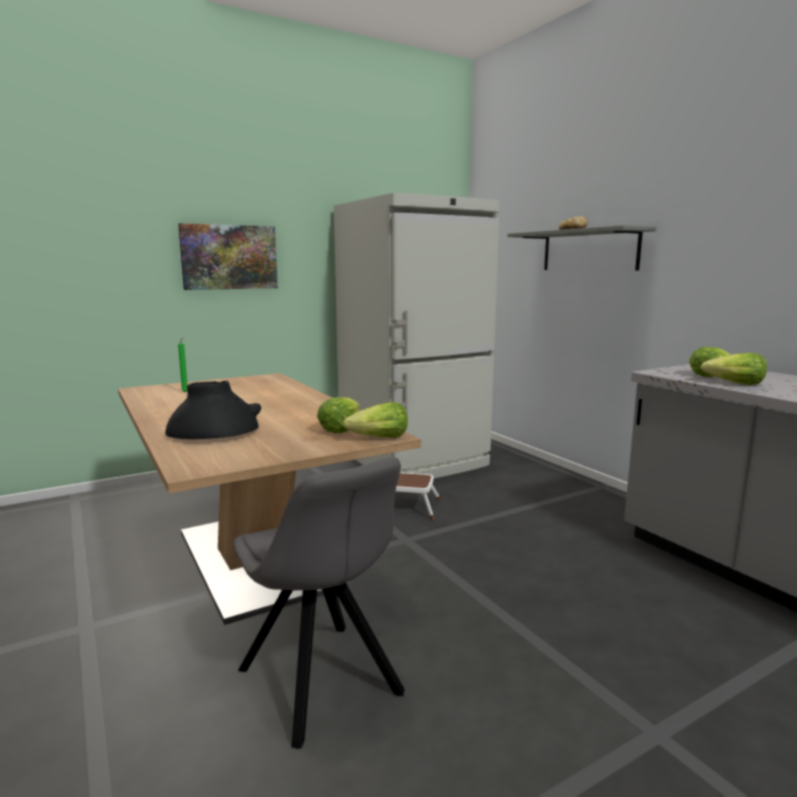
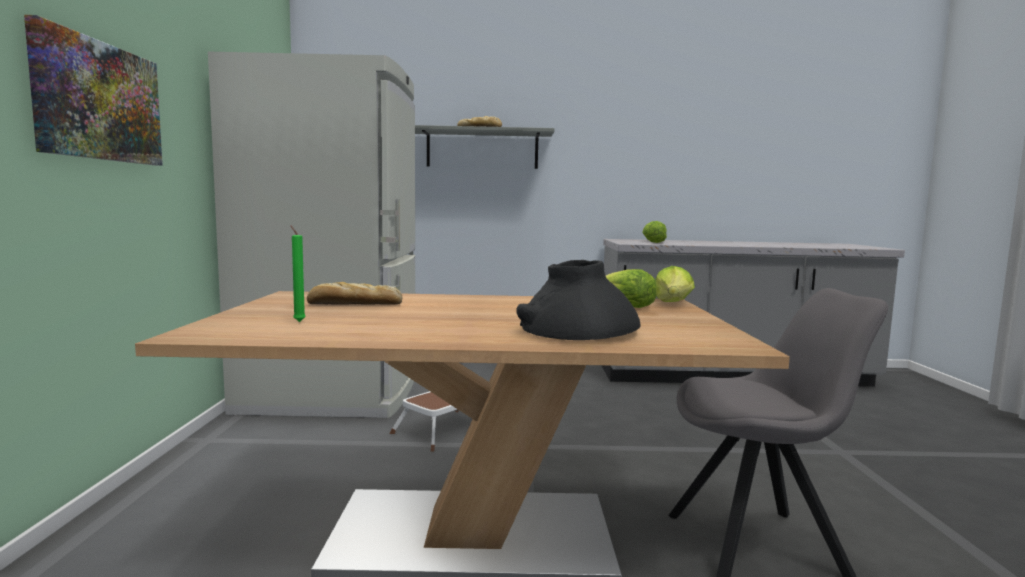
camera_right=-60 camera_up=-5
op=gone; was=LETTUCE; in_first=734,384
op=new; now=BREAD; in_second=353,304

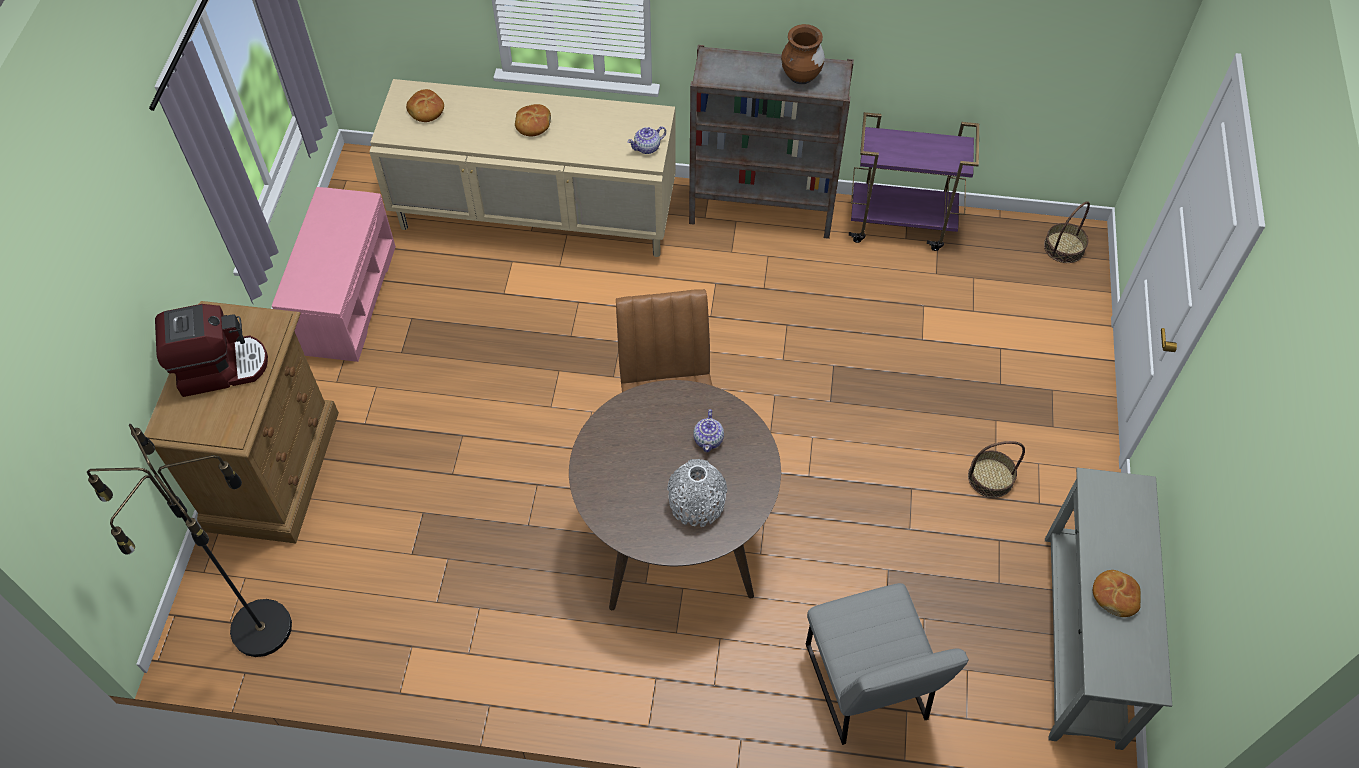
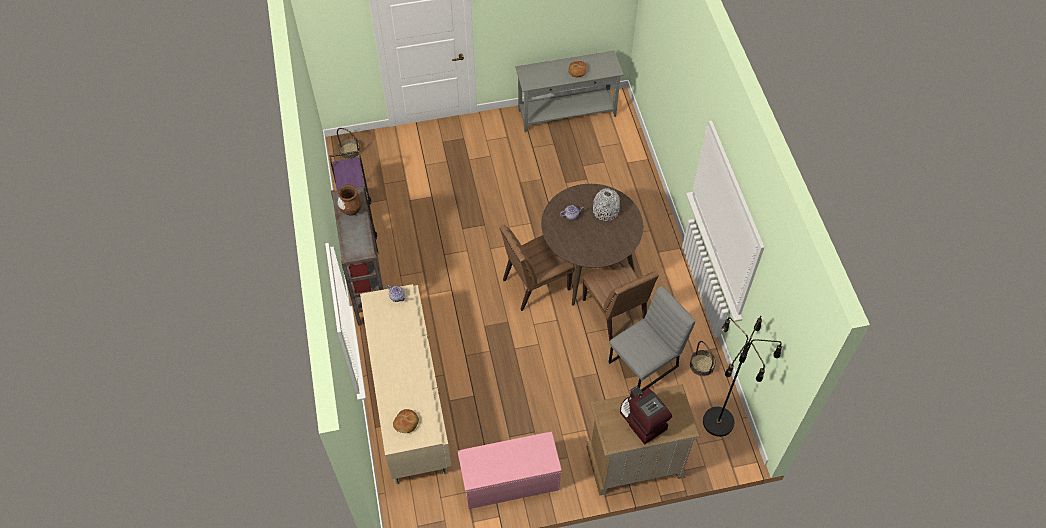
camera_right=-110 camera_up=0
op=gone; was=BREAD; in_first=533,124
op=shifted; was=BASKET; in_first=990,478; in_second=702,365
op=shifted; was=GREY CHAIR; in_first=866,685; in_second=645,363
op=new; now=BROWN CHAIR; in_second=614,312

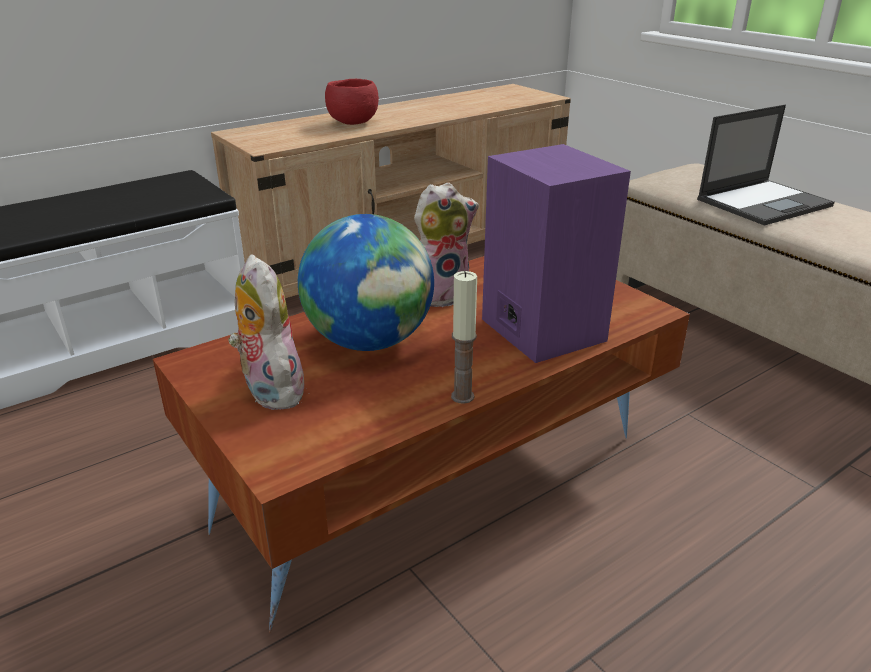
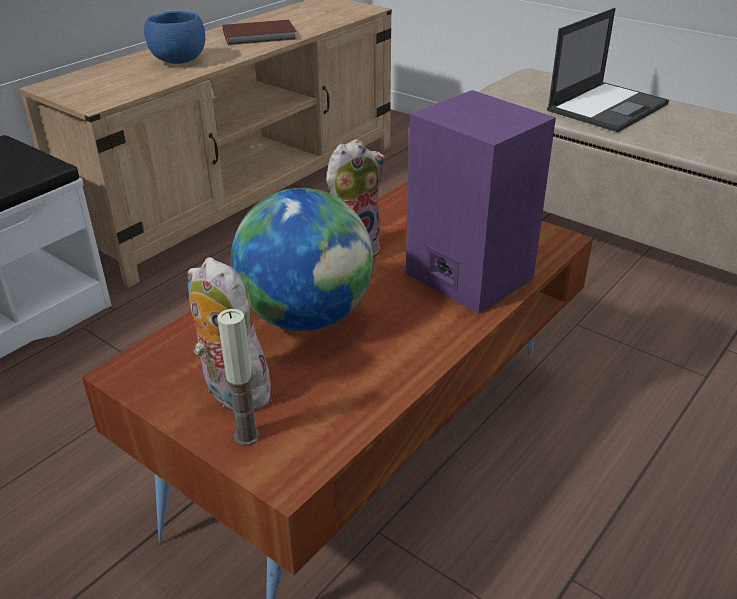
camera_right=-15 camera_up=5
op=repainted; was=RED BOWL; now=BLUE BOWL; in_first=353,123; in_second=179,61
op=shifted; was=CANDLE; in_first=462,396; in_second=246,436
op=new; now=BROWN BOOK; in_second=260,36

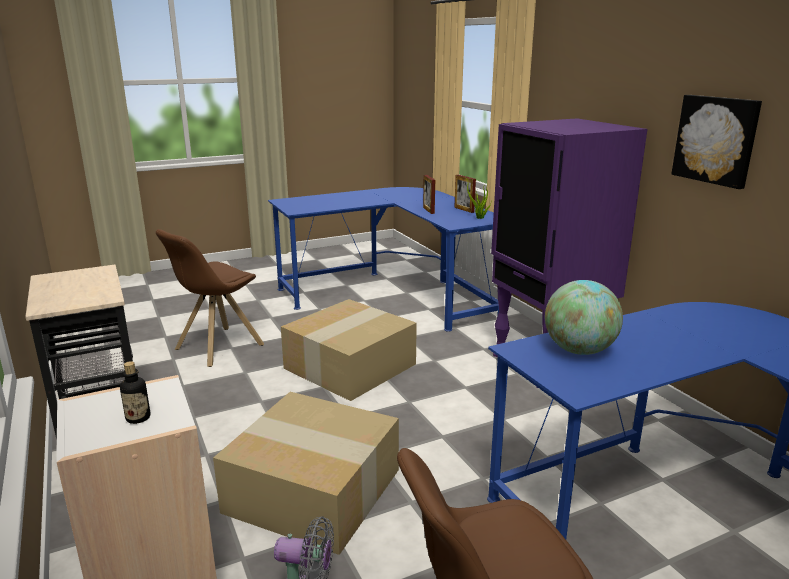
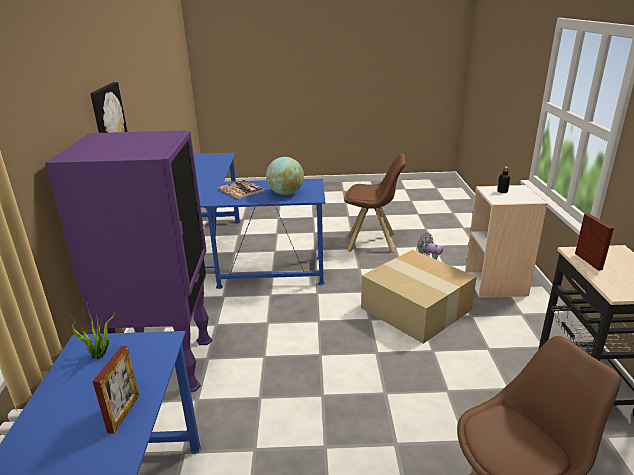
camera_right=-155 camera_up=5
op=shifted; was=PICTURE FRAME; in_first=464,210; in_second=588,261
op=gone; was=CARDBOARD BOX; in_first=350,365
op=new; now=BOOK; in_second=241,190

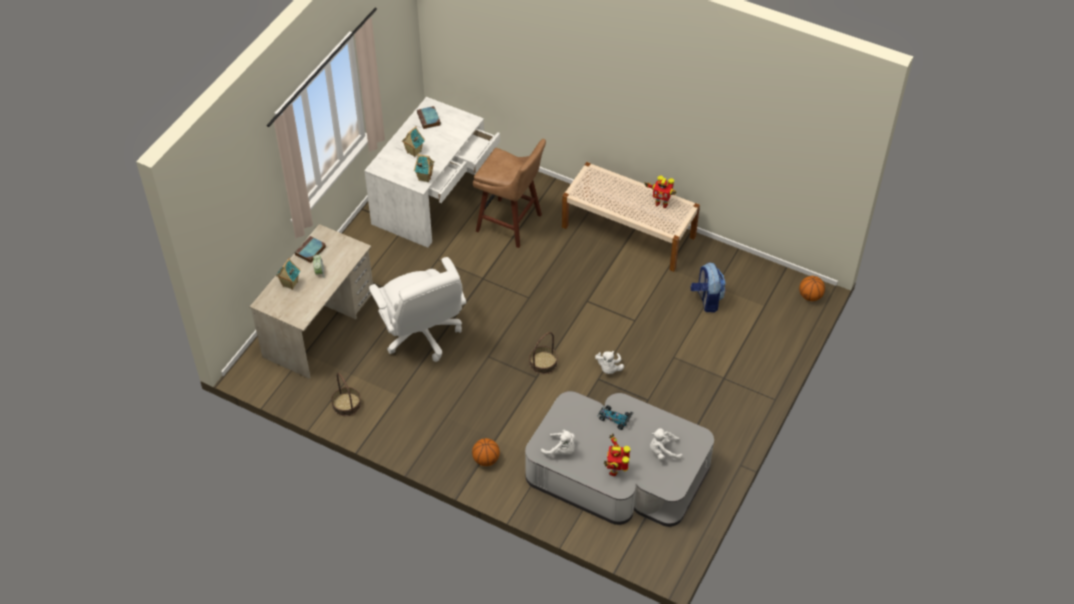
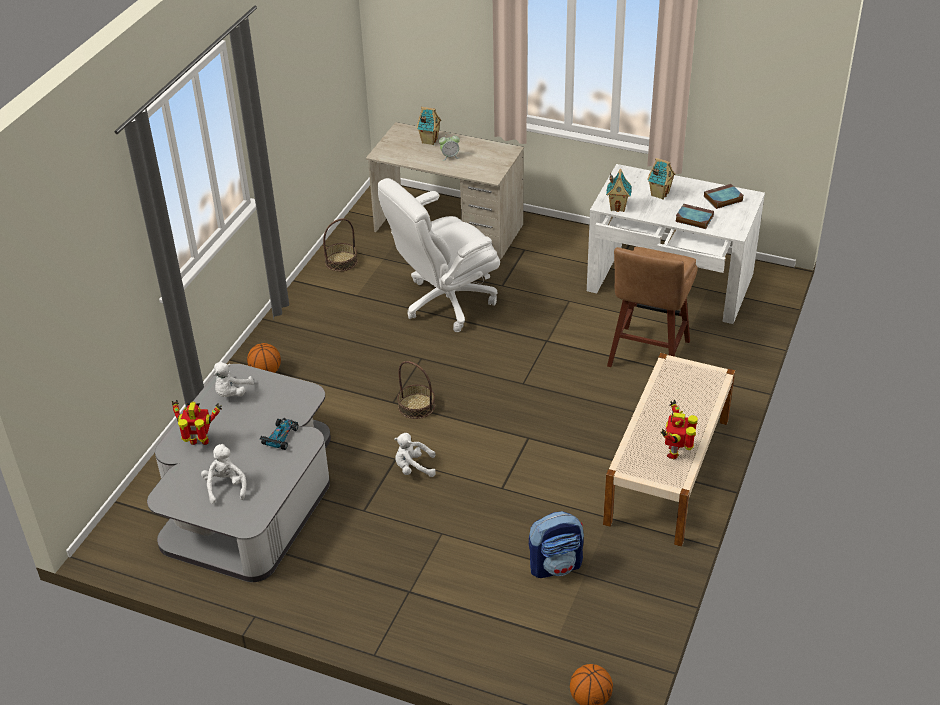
camera_right=85 camera_up=-10
op=shifted; was=BOOK; in_first=310,251; in_second=693,219

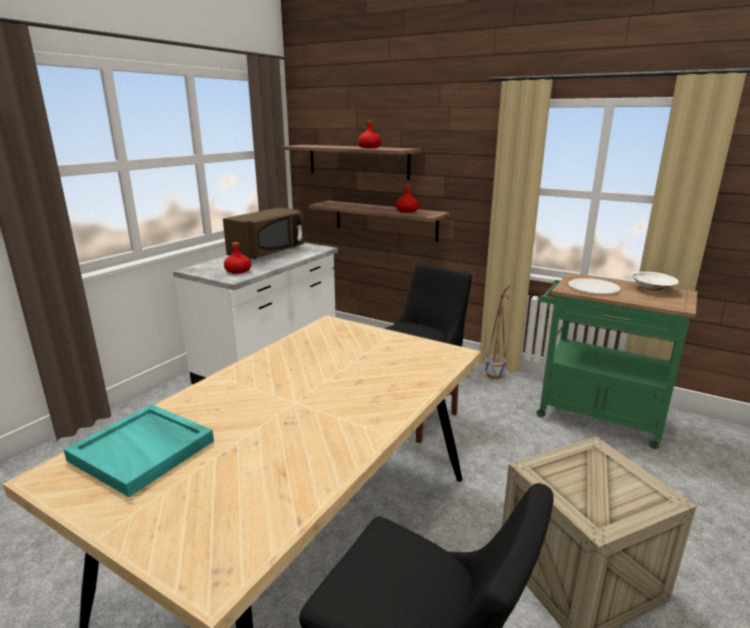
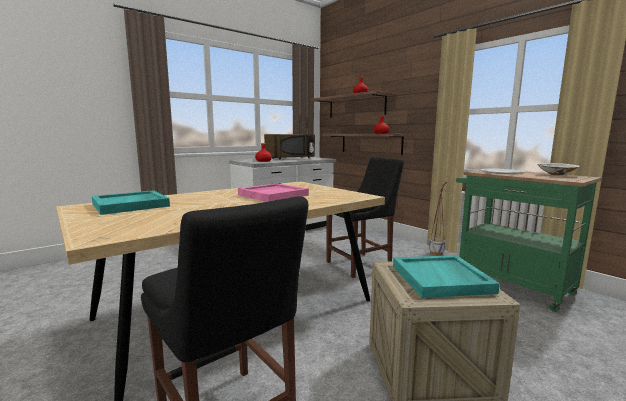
camera_right=20 camera_up=-10
op=new; now=PINK TRAY; in_second=273,195
op=new; now=TURQUOISE TRAY; in_second=441,279

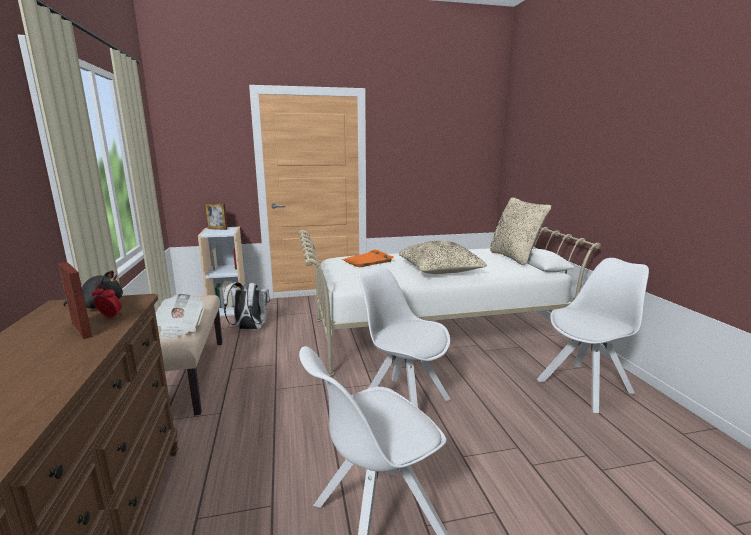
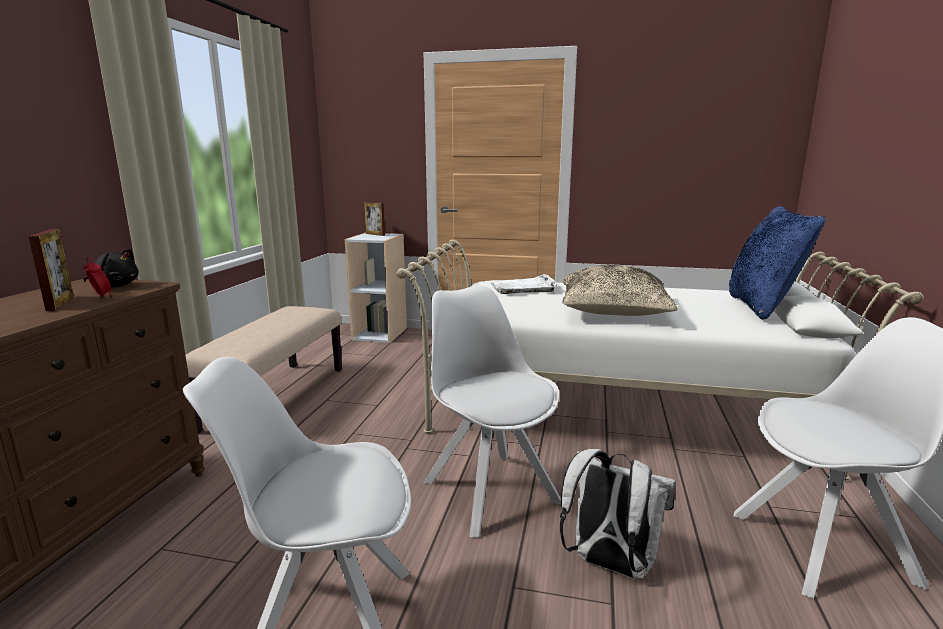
camera_right=25 camera_up=0
op=repainted; was=BEIGE PILLOW; now=BLUE PILLOW; in_first=514,259; in_second=761,309
op=repainted; was=ORANGE TRAY; now=WHITE TRAY; in_first=368,261; in_second=524,287
op=shifted; was=WHITE BACKPACK; in_first=249,328; in_second=609,564
op=gone; was=NEWSPAPER; in_first=180,328

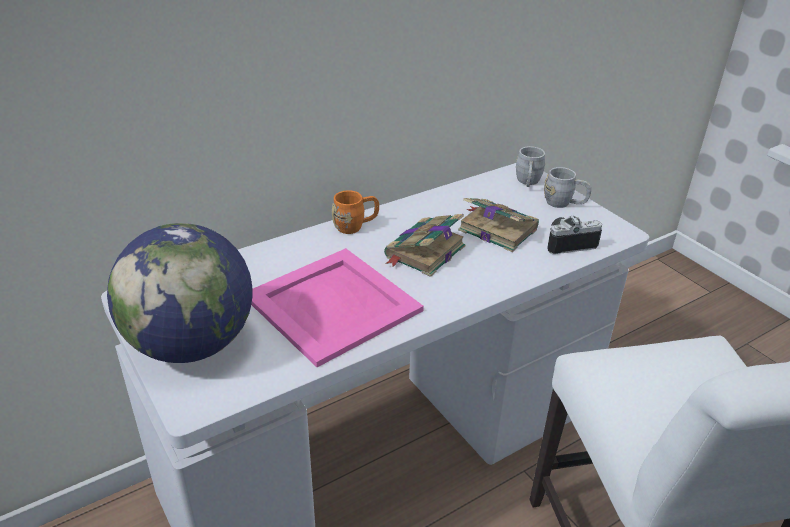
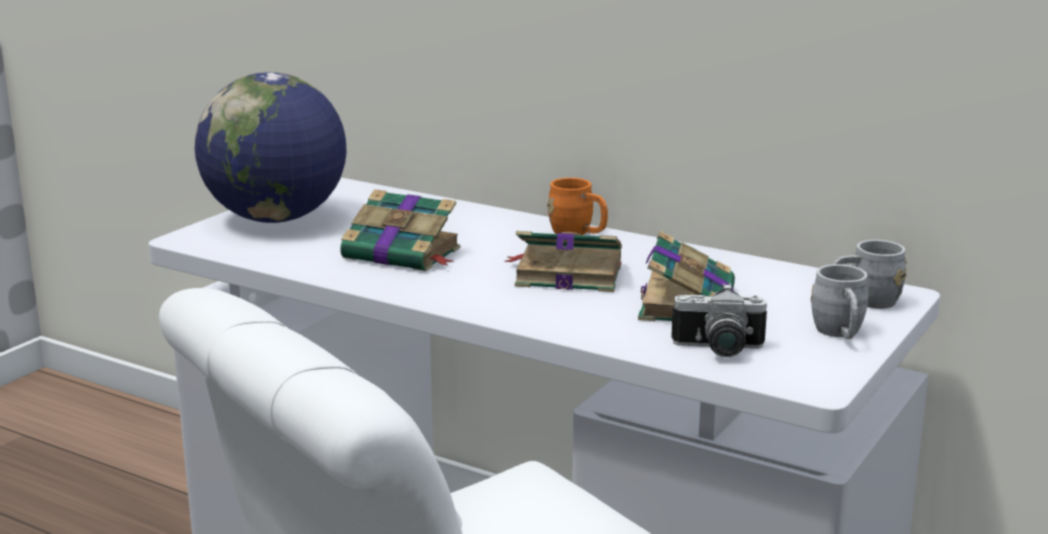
camera_right=65 camera_up=-15
op=rotated; was=PHOTO CAMERA; in_first=567,242; in_second=718,350; clockwise=135
op=swapped; was=PINK TRAY; now=BOOK; in_first=333,303; in_second=403,254

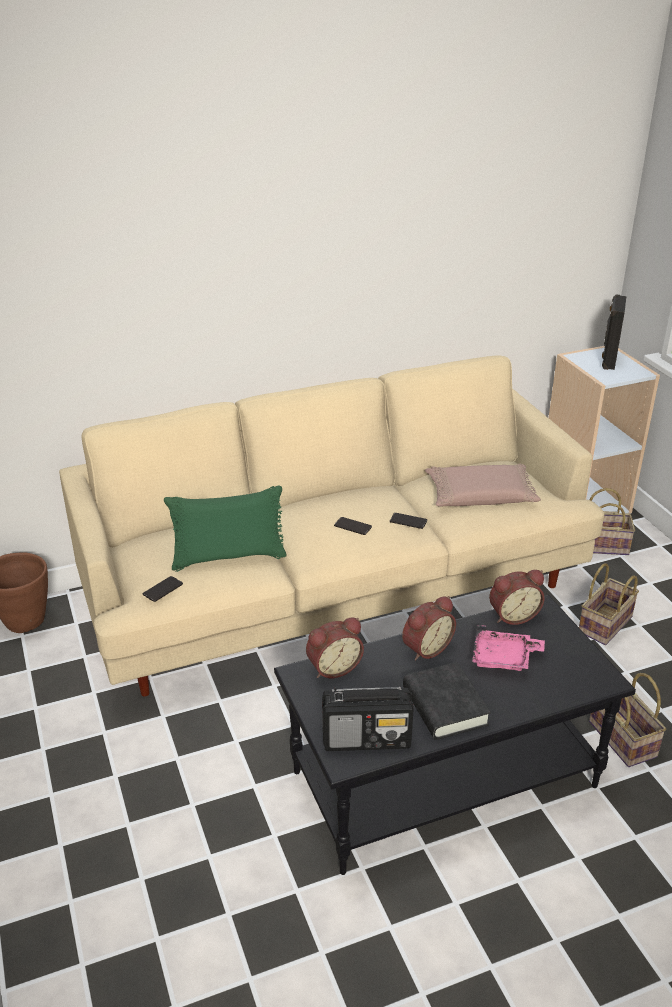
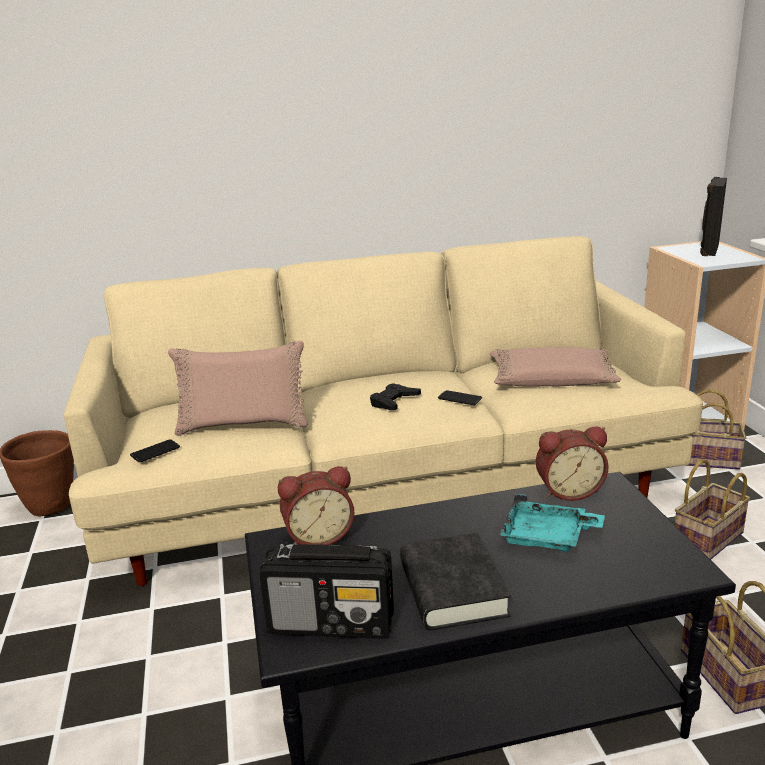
camera_right=10 camera_up=-10
op=repainted; was=GREEN PILLOW; now=BEIGE PILLOW; in_first=228,557; in_second=243,425
op=swapped; was=PHONE; now=BLACK GAME CONTROLLER; in_first=353,526; in_second=394,401
op=gone; was=ALARM CLOCK; in_first=425,648
op=repainted; was=PINK TRAY; now=TURQUOISE TRAY; in_first=504,658; in_second=547,537

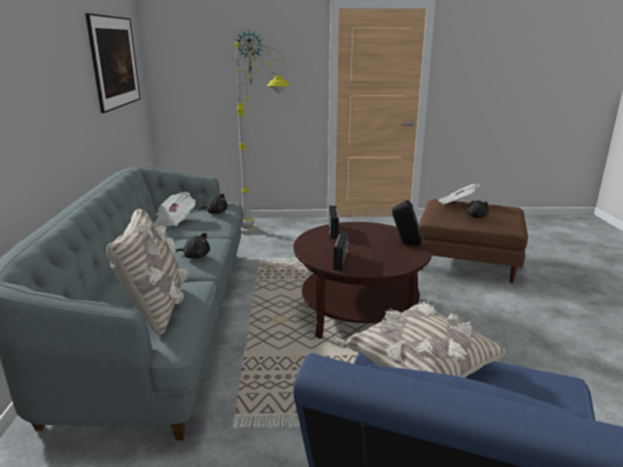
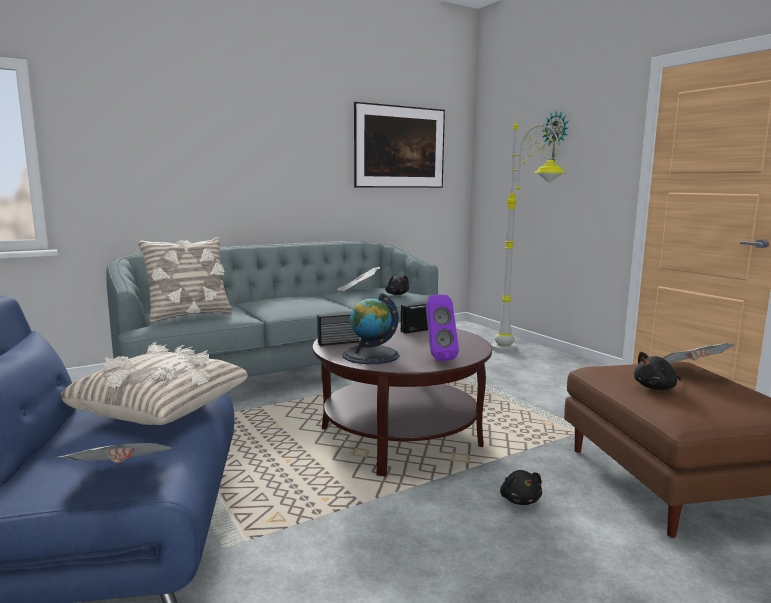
camera_right=60 camera_up=-10
op=repainted; was=BLACK SPEAKER; now=PURPLE SPEAKER; in_first=405,244; in_second=437,358
op=shifted; was=BLACK PLUSH TOY; in_first=195,256; in_second=519,499
op=new; now=GLOBE; in_second=371,355
op=new; now=NEWSPAPER; in_second=122,478

